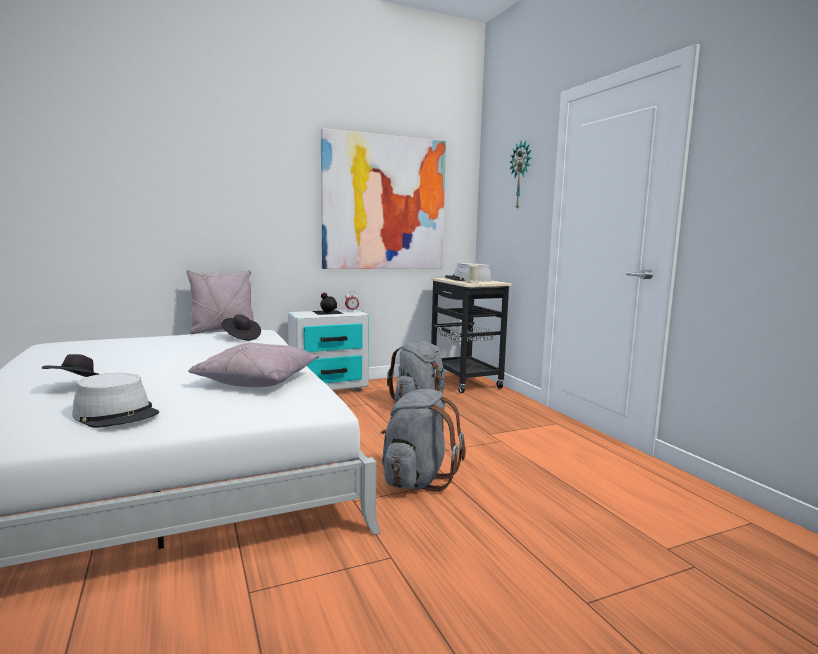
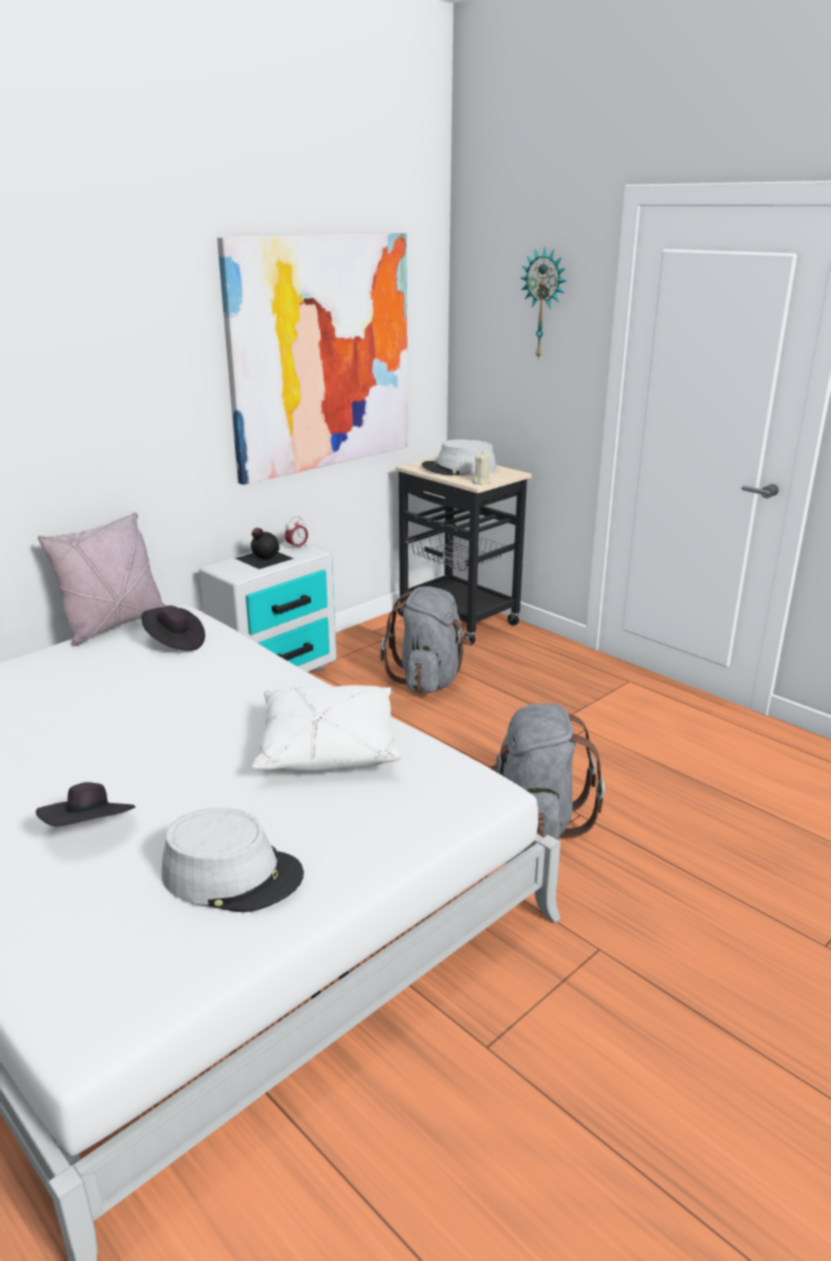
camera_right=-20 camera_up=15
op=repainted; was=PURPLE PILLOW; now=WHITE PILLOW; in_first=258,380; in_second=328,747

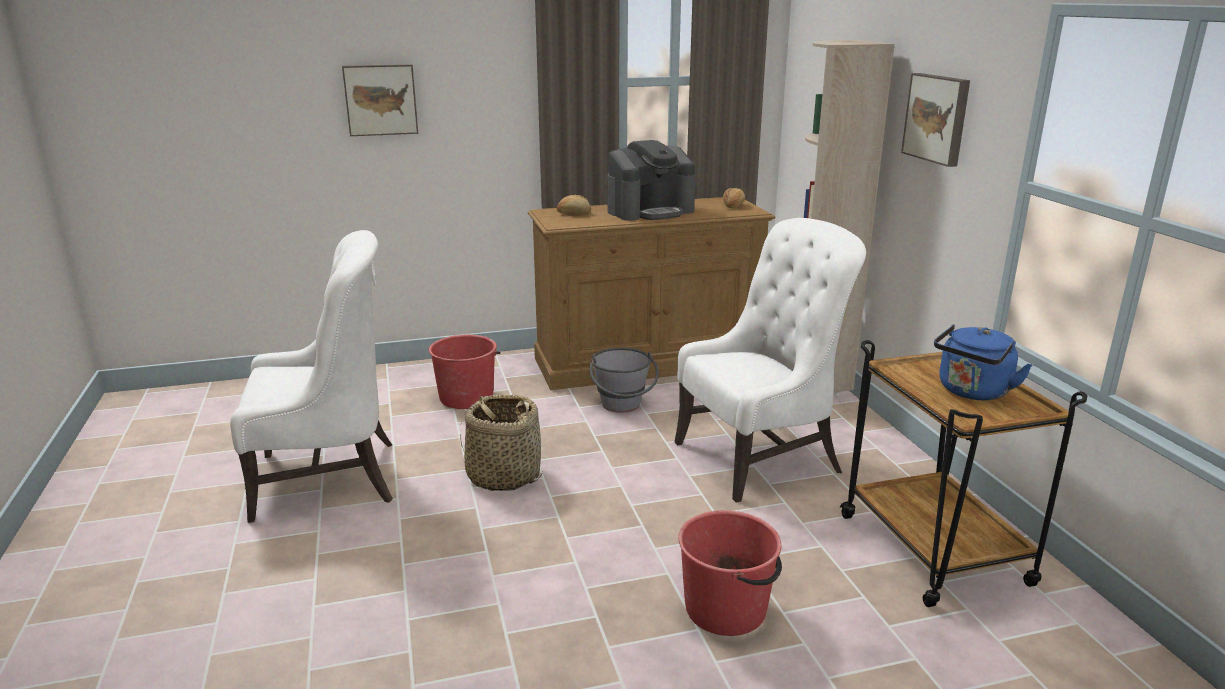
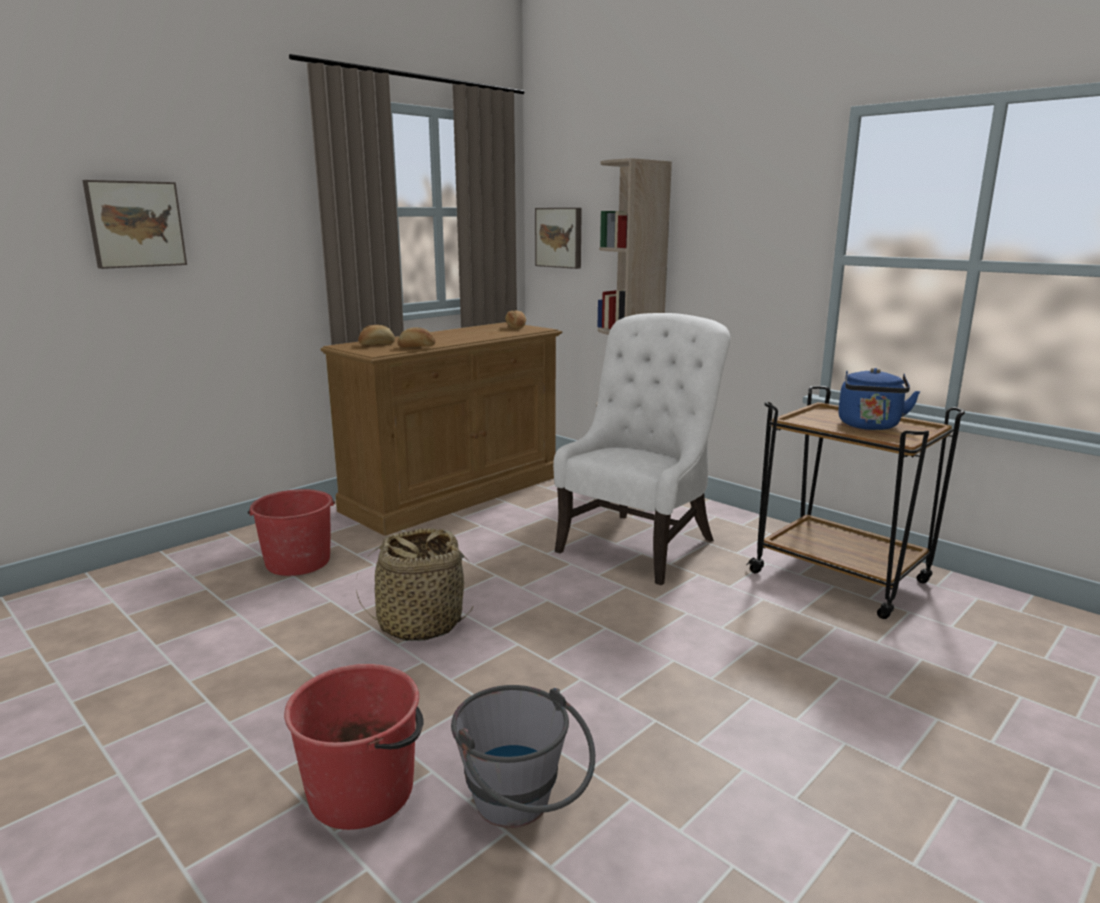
camera_right=-30 camera_up=-5
op=shifted; was=PICTURE; in_first=938,118; in_second=560,237
op=gone; was=COFFEE MACHINE; in_first=650,211
op=gone; was=WHITE CHAIR; in_first=328,478
op=shifted; was=GREY BUCKET; in_first=622,407; in_second=522,809
op=shifted; was=RED BUCKET; in_first=727,609; in_second=363,791
op=new; now=BREAD; in_second=416,347

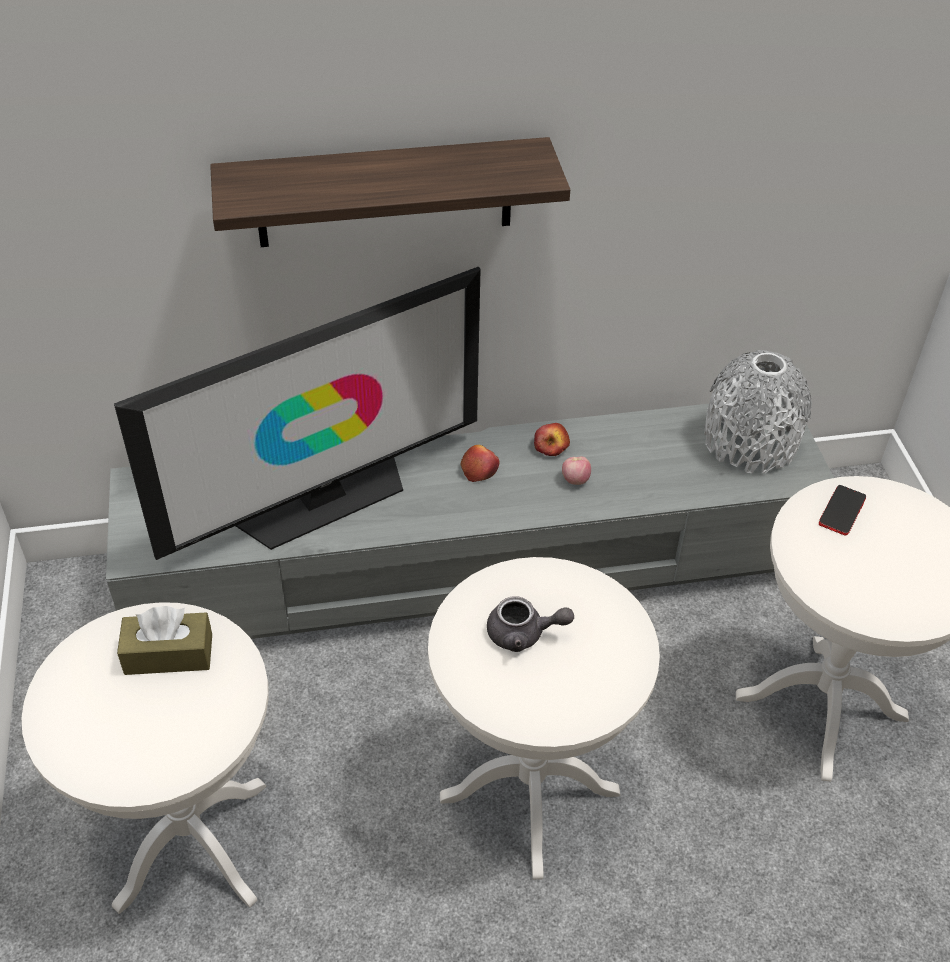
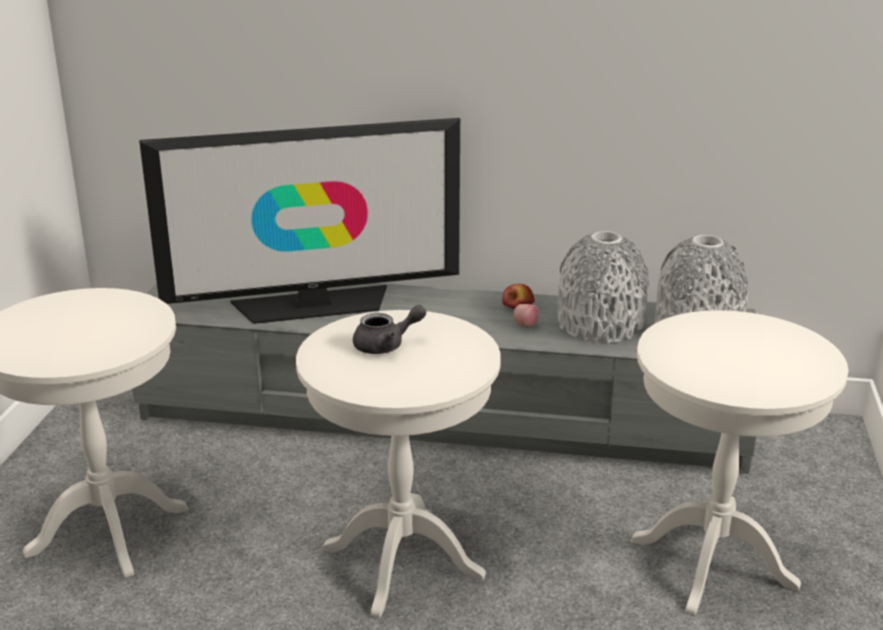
camera_right=20 camera_up=-20
op=gone; was=SHELF; in_first=384,193
op=gone; was=APPLE; in_first=479,468
op=gone; was=PHONE; in_first=842,511
op=rotated; was=GREY TEAPOT; in_first=523,634; in_second=386,345; clockwise=-45
op=gone; was=BROWN TISSUE BOX; in_first=168,654
op=new; now=GREY VASE; in_second=600,324

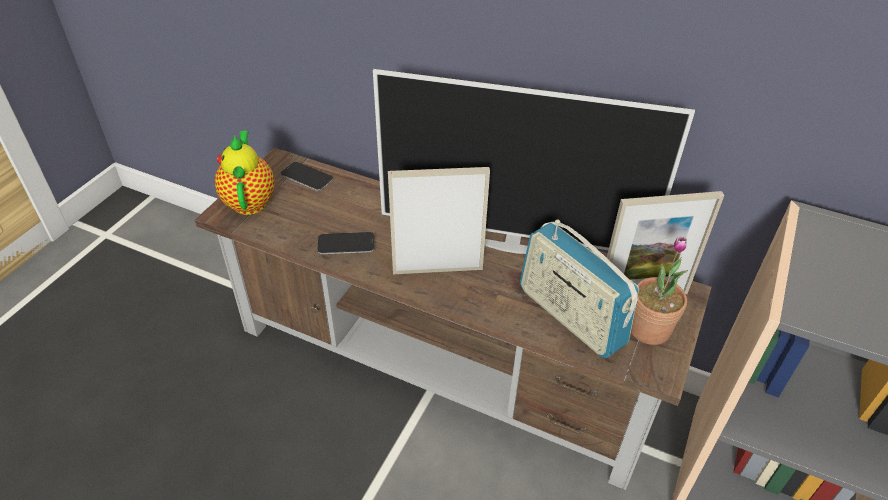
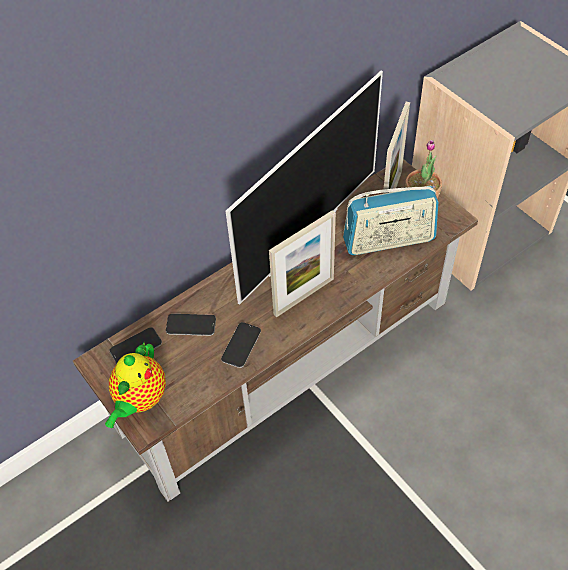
camera_right=-60 camera_up=10
op=rotated; was=TEAPOT; in_first=250,200; in_second=140,400; clockwise=-90
op=rotated; was=PICTURE FRAME; in_first=437,270; in_second=304,296; clockwise=-150
op=new; now=PHONE; in_second=191,325

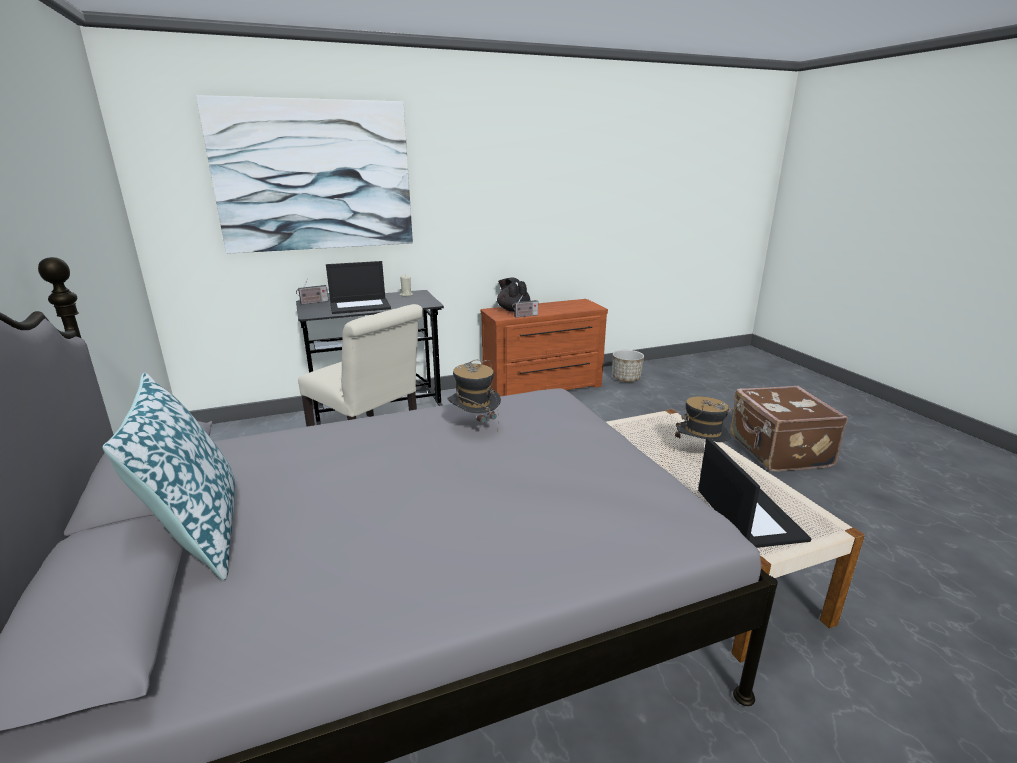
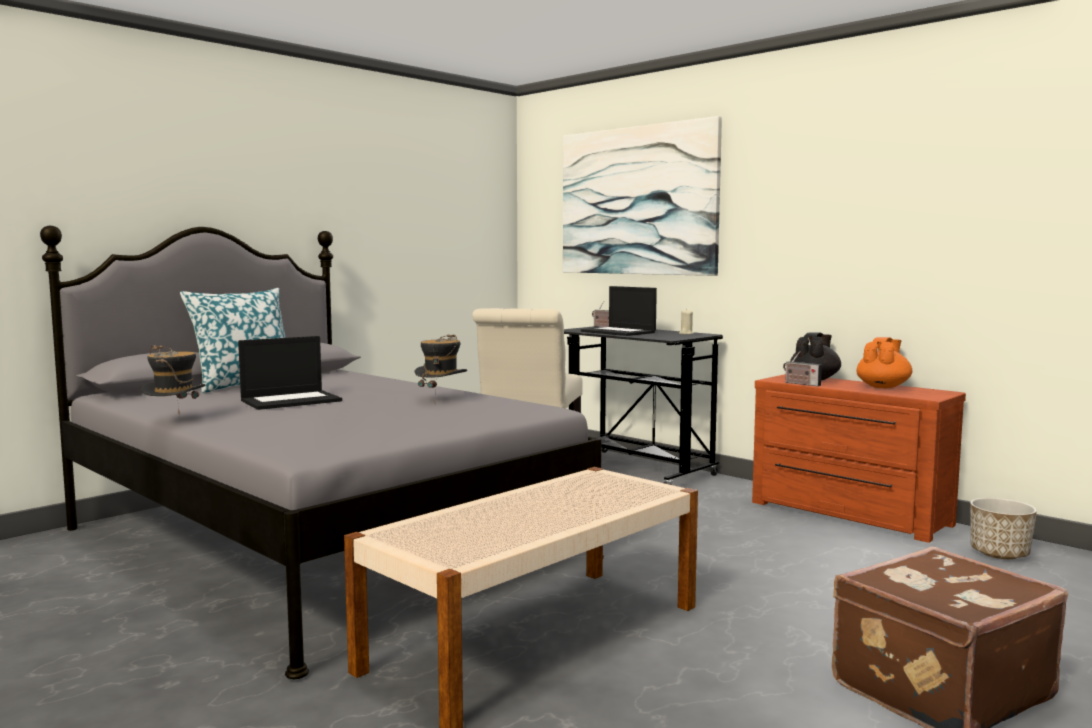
camera_right=65 camera_up=-15
op=shifted; was=HAT; in_first=699,453; in_second=175,420
op=shifted; was=LAPTOP; in_first=748,515; in_second=291,400
op=new; now=ORANGE TEAPOT; in_second=883,387

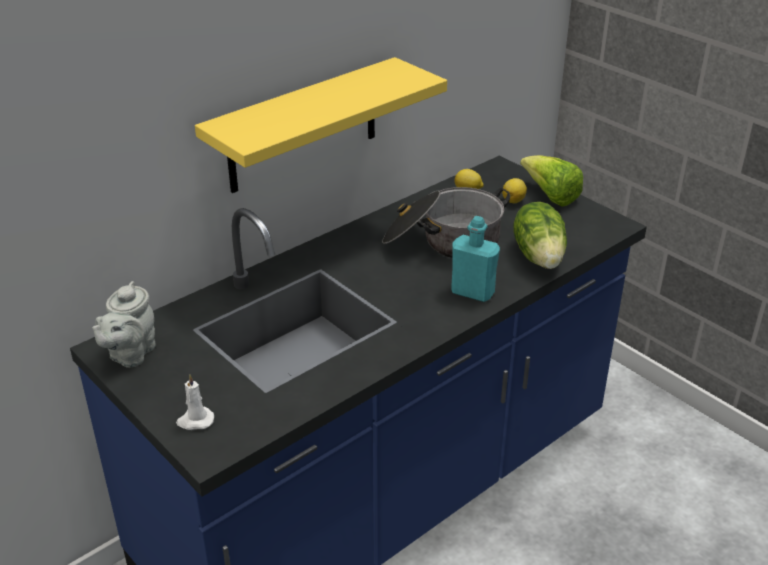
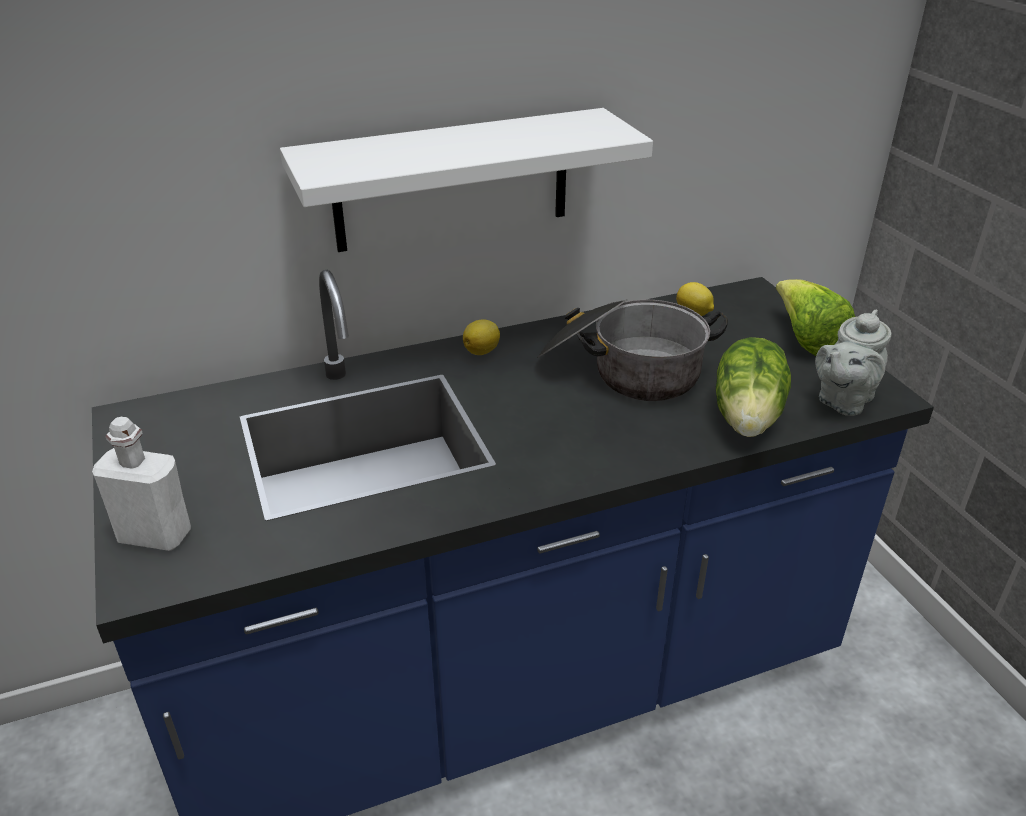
camera_right=20 camera_up=0
op=repainted; was=YELLOW SHELF; now=WHITE SHELF; in_first=303,126; in_second=452,181
op=shifted; was=LEMON; in_first=514,200; in_second=482,351
op=gone; was=TURQUOISE BOTTLE; in_first=472,292
op=shifted; was=GREY TEAPOT; in_first=130,354; in_second=843,401
op=swapped; was=WHITE CANDLE; now=WHITE BOTTLE; in_first=195,421; in_second=155,535

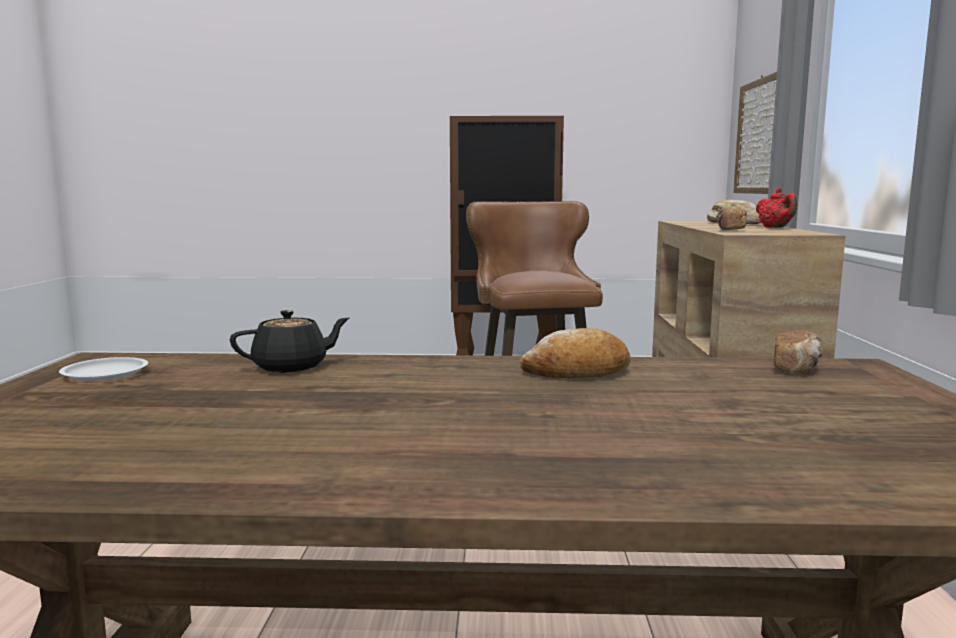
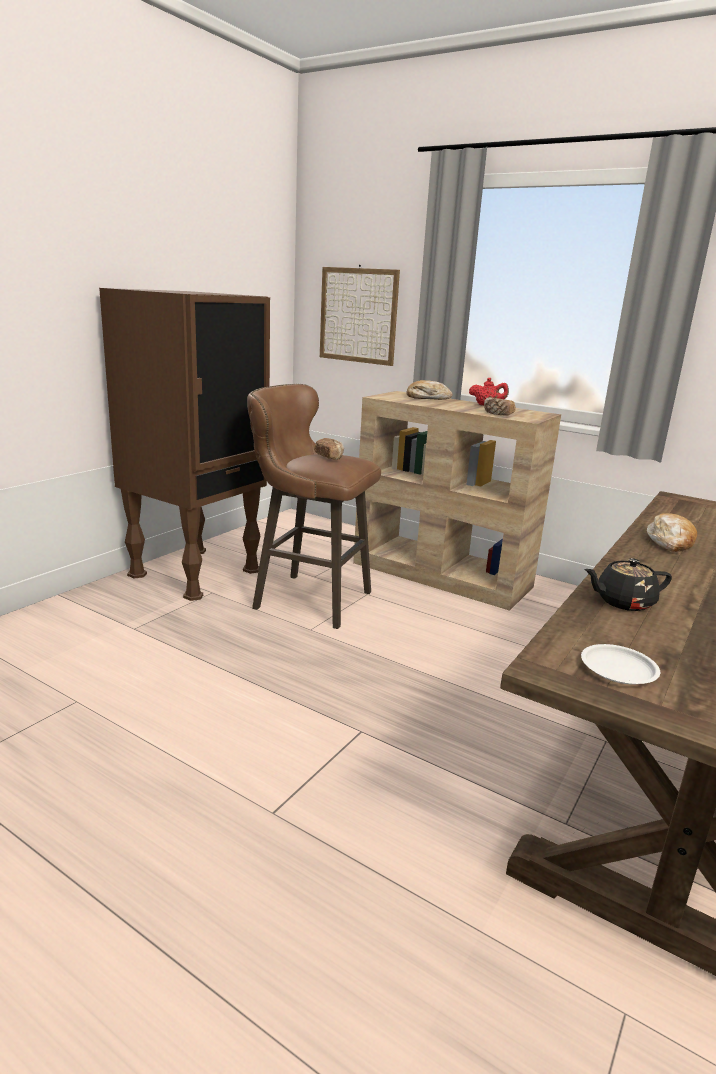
camera_right=-60 camera_up=10
op=rotated; was=BLACK TEAPOT; in_first=292,367; in_second=623,602; clockwise=-105
op=shifted; was=BREAD; in_first=796,369; in_second=329,457

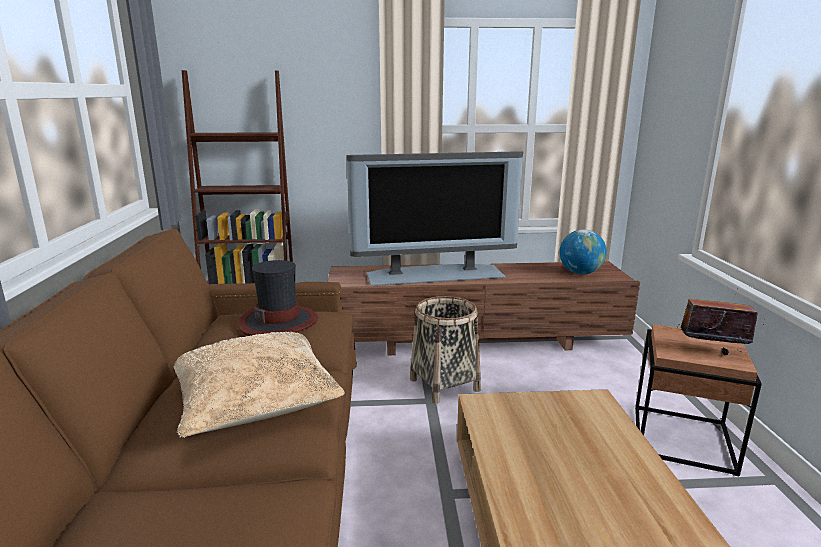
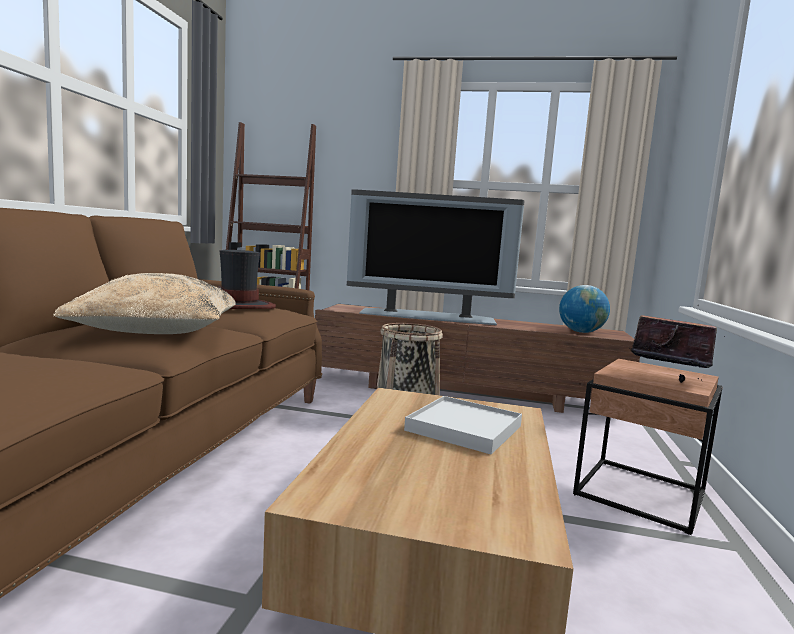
camera_right=15 camera_up=-10
op=new; now=WHITE TRAY; in_second=464,428

